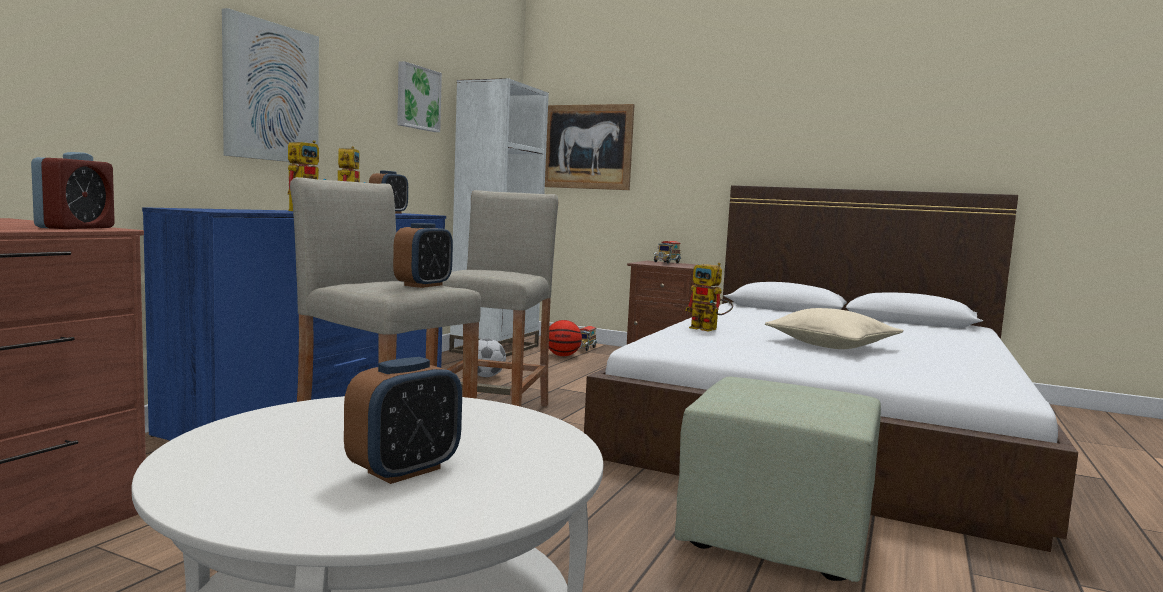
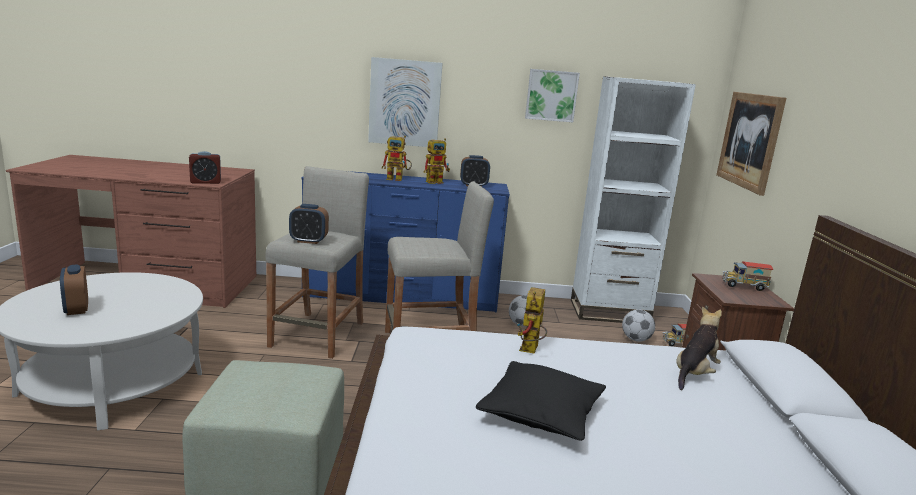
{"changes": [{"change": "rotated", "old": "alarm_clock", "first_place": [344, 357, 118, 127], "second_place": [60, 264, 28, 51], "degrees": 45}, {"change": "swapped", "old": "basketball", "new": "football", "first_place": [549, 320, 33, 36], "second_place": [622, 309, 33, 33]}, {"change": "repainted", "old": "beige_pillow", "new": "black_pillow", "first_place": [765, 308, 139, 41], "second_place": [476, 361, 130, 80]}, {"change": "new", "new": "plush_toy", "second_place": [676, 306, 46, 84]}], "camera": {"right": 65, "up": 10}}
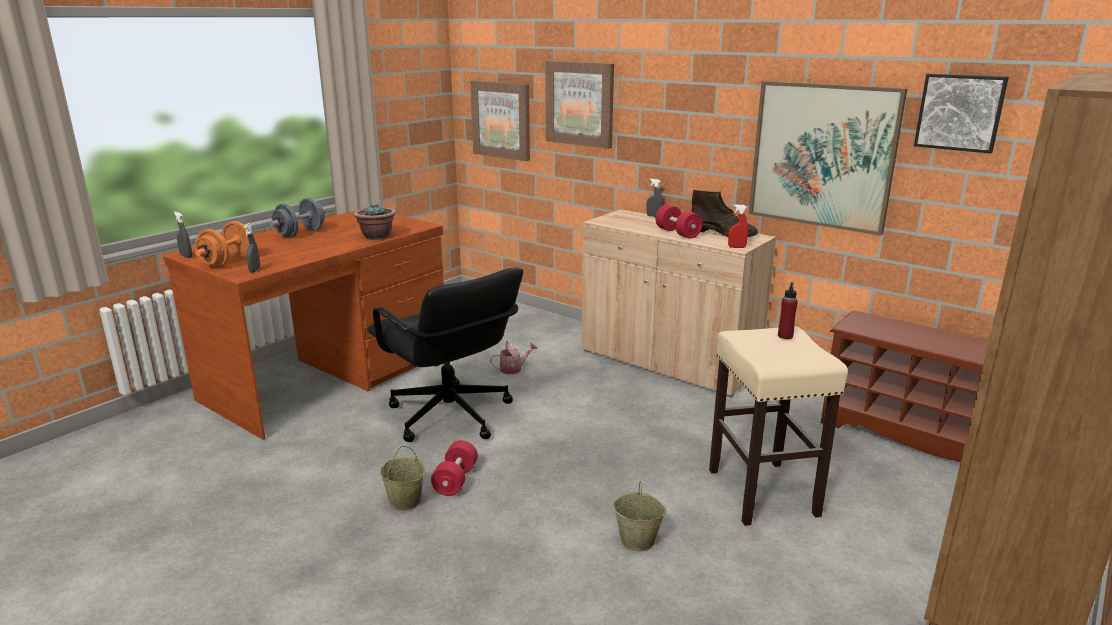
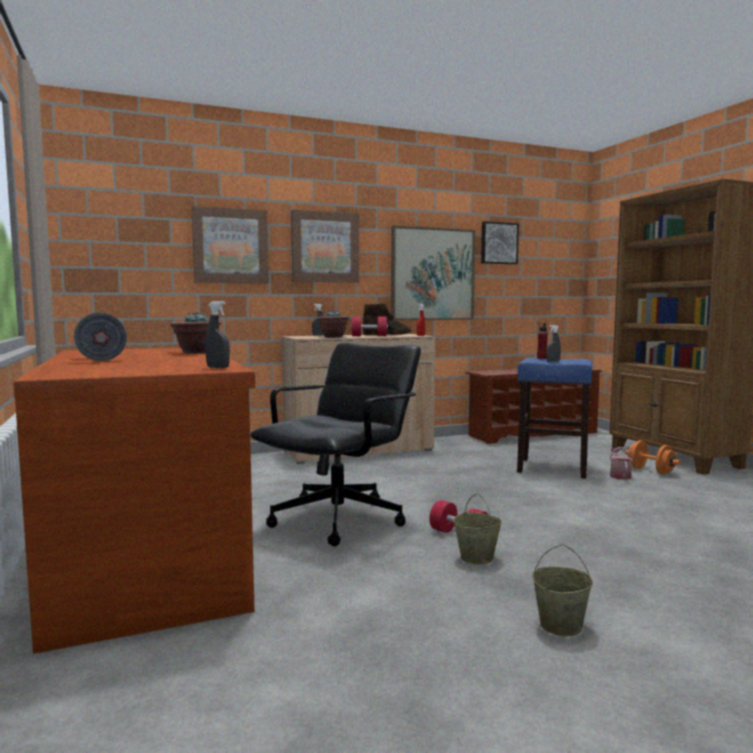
{"changes": [{"change": "shifted", "old": "grey_spray_bottle", "first_place": [174, 212, 18, 46], "second_place": [546, 325, 15, 37]}, {"change": "shifted", "old": "orange_dumbbell", "first_place": [195, 221, 58, 46], "second_place": [625, 440, 55, 35]}, {"change": "rotated", "old": "black_office_chair", "first_place": [367, 267, 156, 175], "second_place": [250, 342, 171, 204], "degrees": -45}, {"change": "shifted", "old": "picture", "first_place": [470, 81, 60, 80], "second_place": [291, 210, 68, 73]}, {"change": "shifted", "old": "watering_can", "first_place": [490, 340, 48, 34], "second_place": [610, 447, 24, 33]}, {"change": "shifted", "old": "beige_bucket", "first_place": [613, 481, 53, 70], "second_place": [532, 544, 61, 92]}, {"change": "repainted", "old": "beige_stool", "new": "blue_stool", "first_place": [709, 326, 139, 200], "second_place": [517, 357, 75, 122]}, {"change": "new", "new": "potted_plant", "second_place": [316, 311, 34, 27]}], "camera": {"right": -60, "up": -15}}
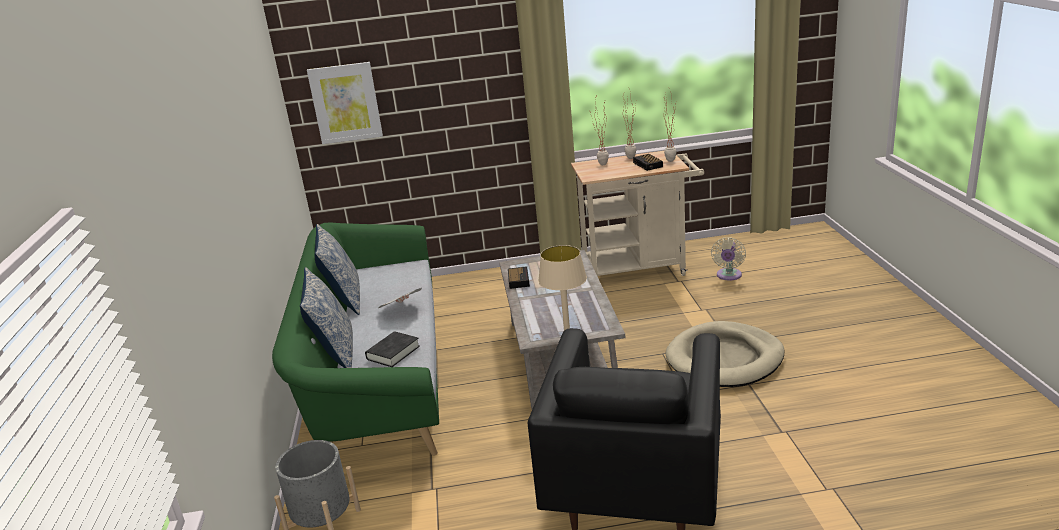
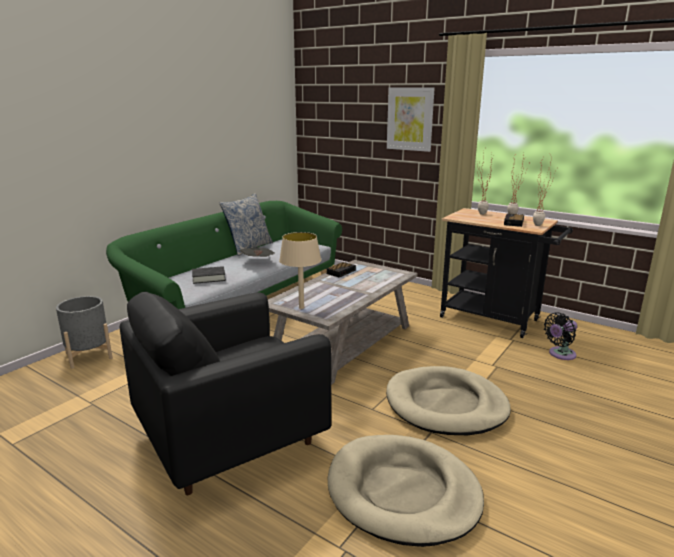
{"changes": [{"change": "gone", "old": "pillow", "first_place": [300, 267, 53, 101]}, {"change": "shifted", "old": "picture", "first_place": [307, 62, 76, 82], "second_place": [387, 87, 47, 65]}, {"change": "repainted", "old": "beige_cart", "new": "black_cart", "first_place": [571, 151, 133, 126], "second_place": [440, 208, 133, 130]}, {"change": "repainted", "old": "beige_fan", "new": "black_fan", "first_place": [711, 237, 35, 43], "second_place": [544, 312, 33, 48]}, {"change": "new", "new": "beige_dog_bed", "second_place": [328, 435, 156, 112]}], "camera": {"right": 40, "up": -5}}
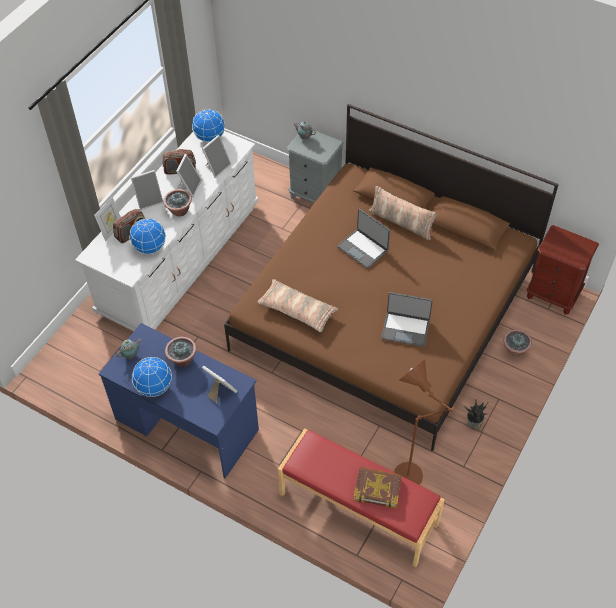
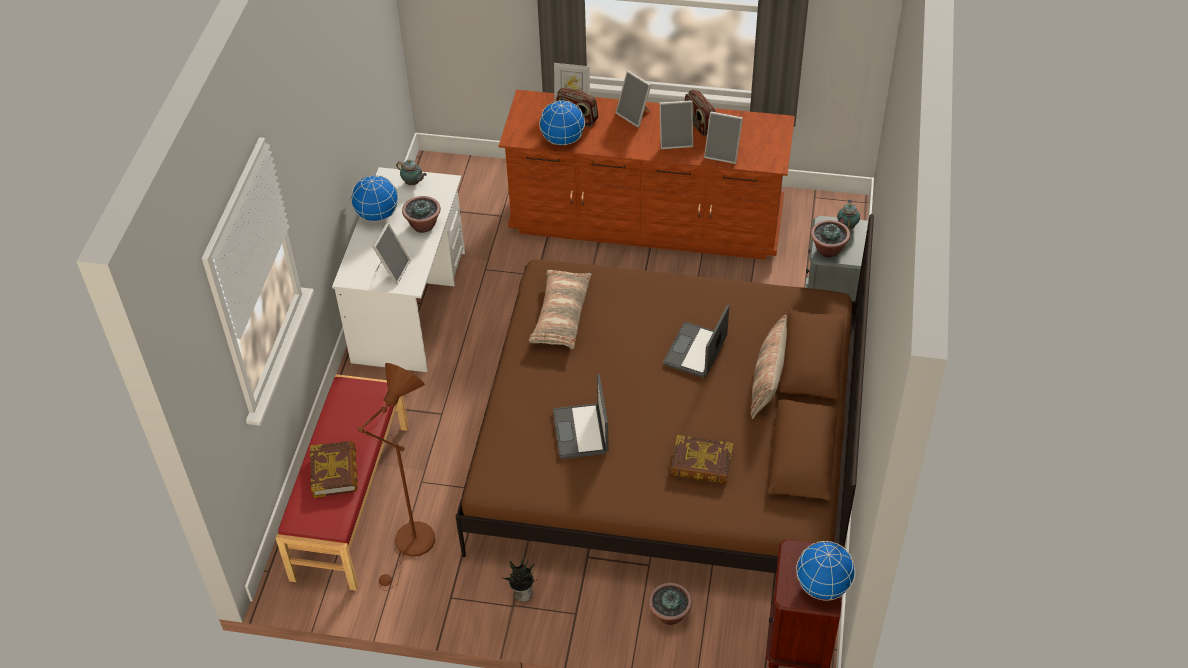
{"changes": [{"change": "repainted", "old": "white_dresser", "new": "brown_dresser", "first_place": [75, 131, 184, 200], "second_place": [499, 90, 296, 170]}, {"change": "repainted", "old": "blue_desk", "new": "white_desk", "first_place": [99, 323, 160, 155], "second_place": [332, 167, 133, 205]}, {"change": "shifted", "old": "potted_plant", "first_place": [163, 189, 29, 28], "second_place": [811, 220, 39, 38]}, {"change": "shifted", "old": "globe", "first_place": [192, 109, 33, 33], "second_place": [796, 541, 60, 60]}, {"change": "new", "new": "book", "second_place": [670, 435, 63, 49]}], "camera": {"right": 70, "up": -5}}
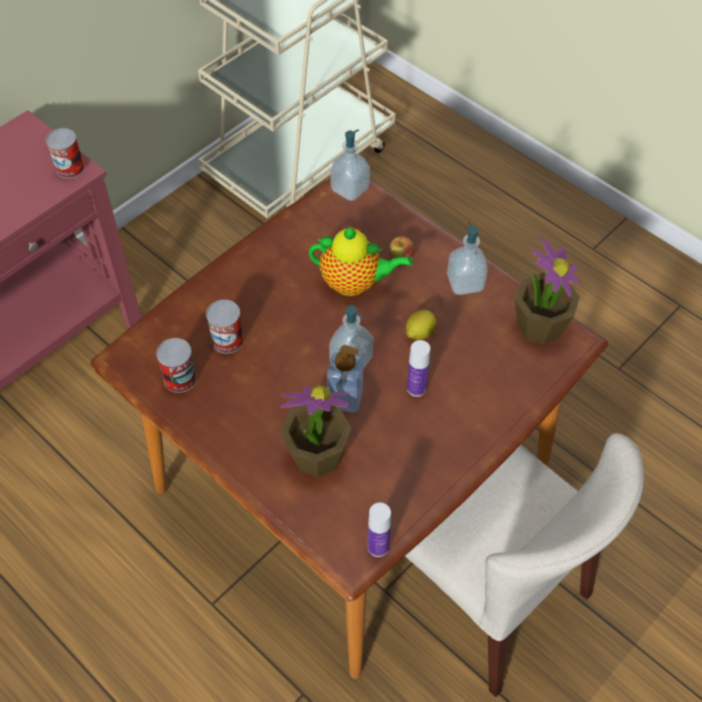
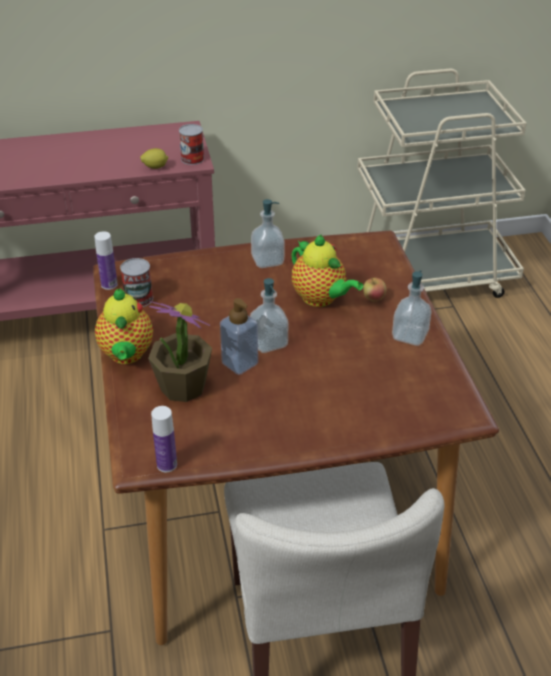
{"changes": [{"change": "gone", "old": "can", "first_place": [206, 300, 38, 54]}, {"change": "shifted", "old": "soap_dispenser", "first_place": [330, 130, 40, 71], "second_place": [251, 199, 33, 69]}, {"change": "shifted", "old": "lemon", "first_place": [406, 310, 31, 30], "second_place": [140, 148, 28, 21]}, {"change": "shifted", "old": "bottle", "first_place": [407, 340, 23, 57], "second_place": [94, 231, 24, 59]}, {"change": "gone", "old": "potted_plant", "first_place": [515, 237, 65, 107]}, {"change": "new", "new": "teapot", "second_place": [95, 288, 58, 76]}], "camera": {"right": 35, "up": -15}}
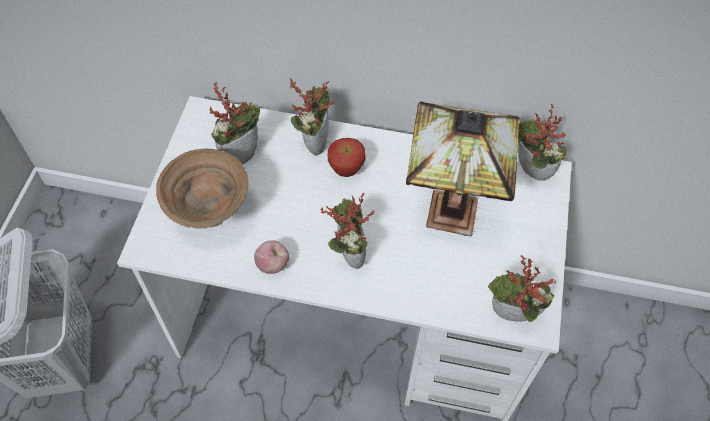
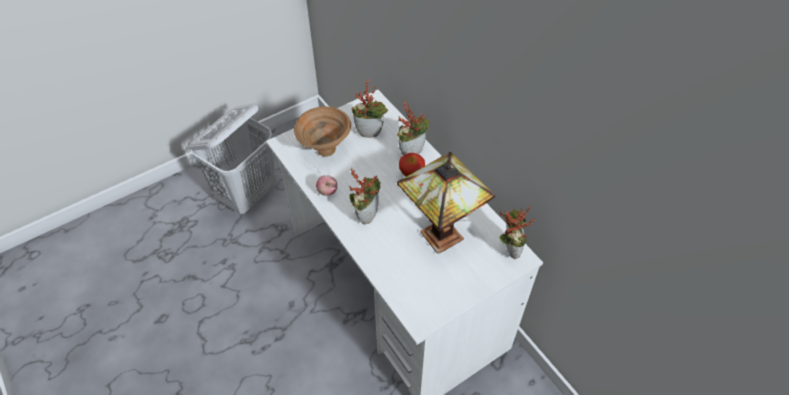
{"changes": [{"change": "gone", "old": "potted_plant", "first_place": [488, 255, 68, 67]}], "camera": {"right": 45, "up": -5}}
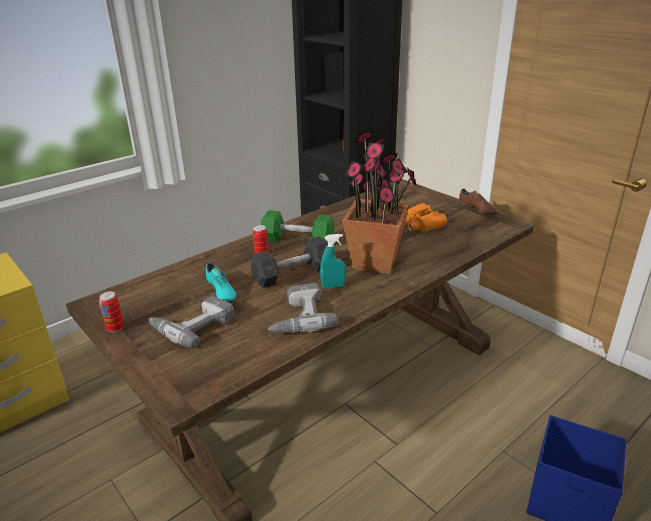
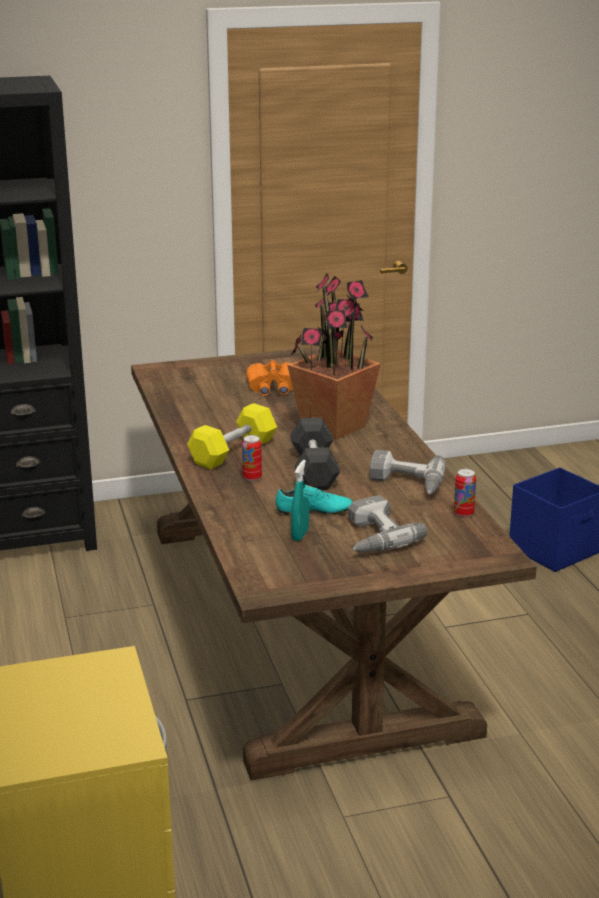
{"changes": [{"change": "shifted", "old": "can", "first_place": [99, 291, 25, 41], "second_place": [454, 469, 22, 49]}, {"change": "repainted", "old": "green_dumbbell", "new": "yellow_dumbbell", "first_place": [261, 210, 74, 33], "second_place": [187, 403, 90, 66]}, {"change": "shifted", "old": "turquoise_spray_bottle", "first_place": [320, 234, 26, 54], "second_place": [291, 460, 18, 81]}, {"change": "gone", "old": "brown_shoe", "first_place": [459, 188, 39, 28]}], "camera": {"right": -65, "up": -5}}
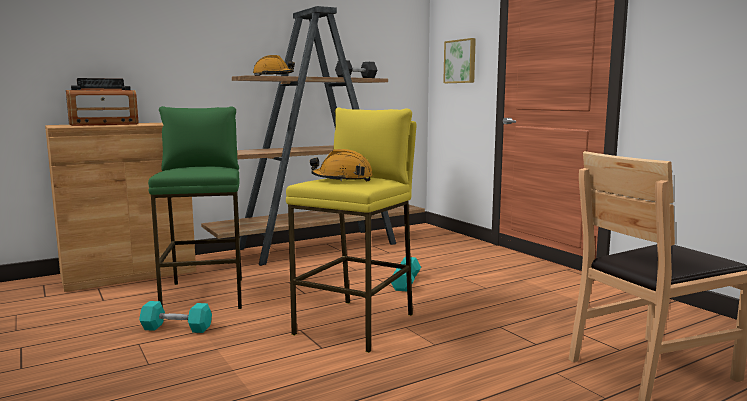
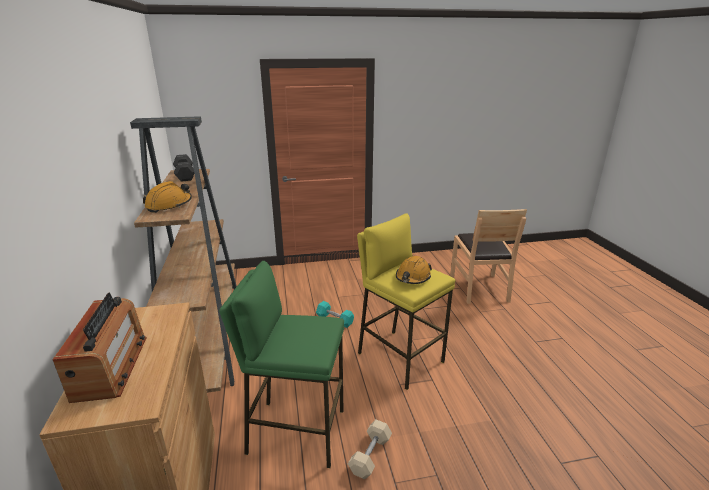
{"changes": [{"change": "repainted", "old": "turquoise_dumbbell", "new": "beige_dumbbell", "first_place": [139, 301, 73, 32], "second_place": [348, 420, 44, 59]}, {"change": "gone", "old": "picture", "first_place": [443, 38, 33, 45]}], "camera": {"right": -70, "up": 15}}
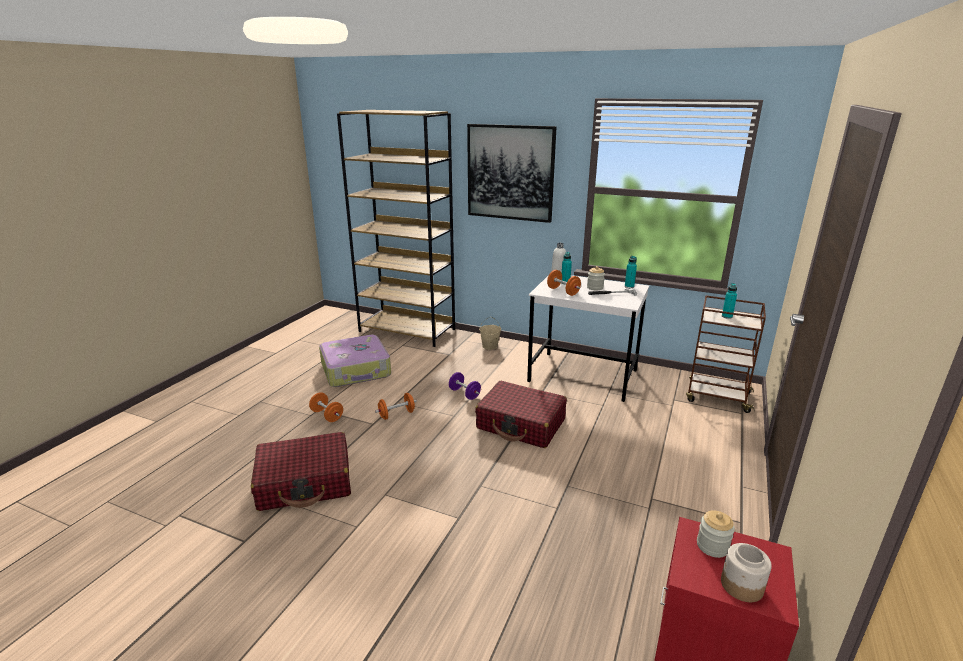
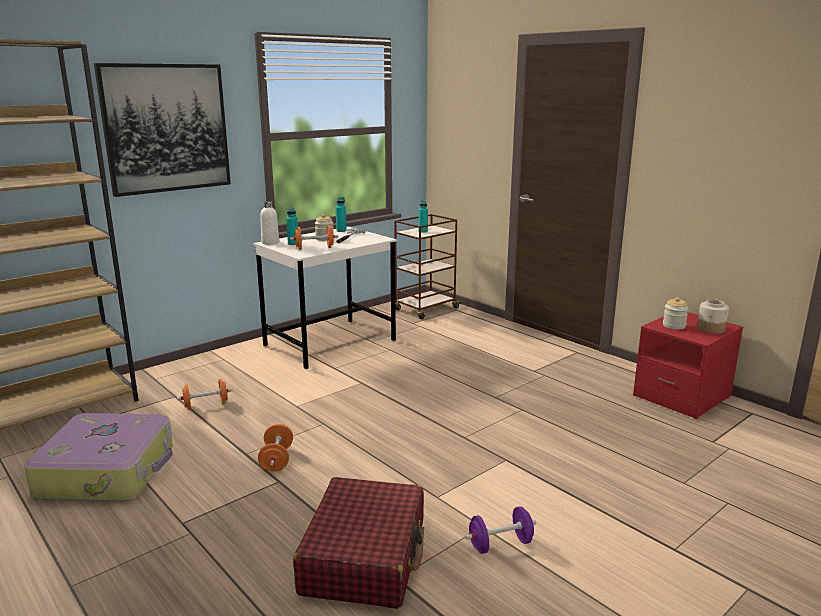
{"changes": [{"change": "shifted", "old": "orange_dumbbell", "first_place": [309, 392, 34, 30], "second_place": [177, 379, 56, 31]}, {"change": "shifted", "old": "purple_dumbbell", "first_place": [449, 372, 32, 28], "second_place": [465, 506, 71, 48]}, {"change": "gone", "old": "red_suitcase", "first_place": [475, 381, 92, 67]}, {"change": "gone", "old": "beige_bucket", "first_place": [479, 317, 22, 33]}], "camera": {"right": -65, "up": -5}}
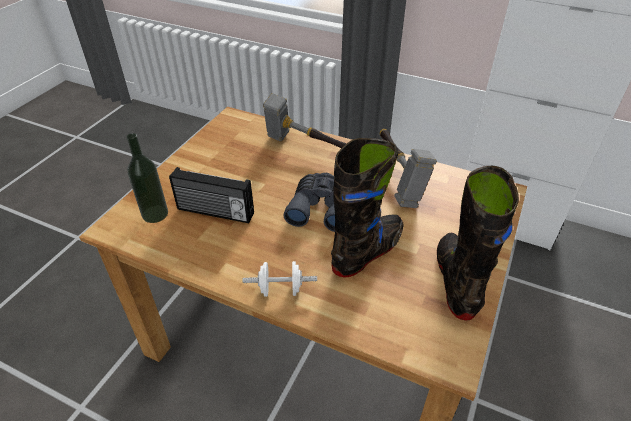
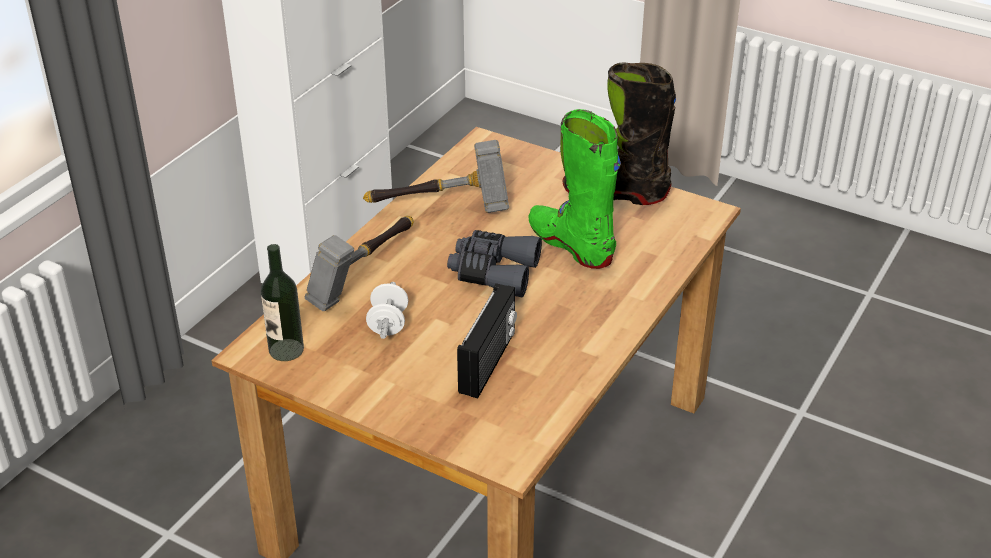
{"changes": [{"change": "shifted", "old": "bottle", "first_place": [127, 133, 41, 90], "second_place": [261, 244, 43, 117]}, {"change": "shifted", "old": "white_dumbbell", "first_place": [242, 261, 75, 36], "second_place": [366, 282, 42, 57]}, {"change": "repainted", "old": "black_boot", "new": "green_boot", "first_place": [331, 138, 73, 139], "second_place": [529, 109, 92, 160]}], "camera": {"right": -85, "up": -5}}
